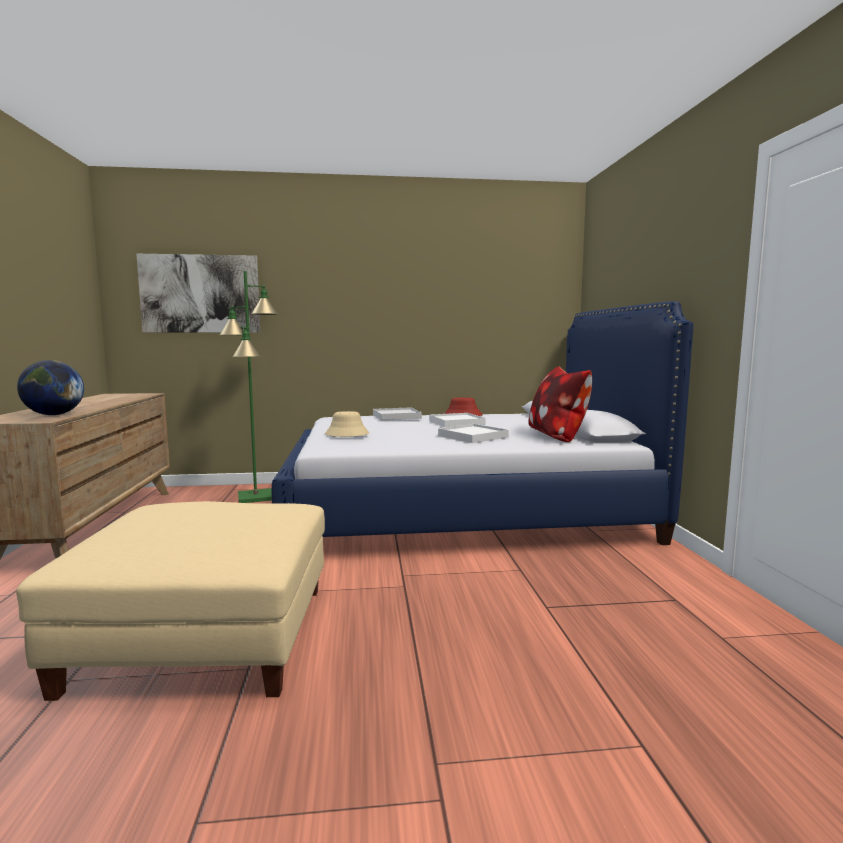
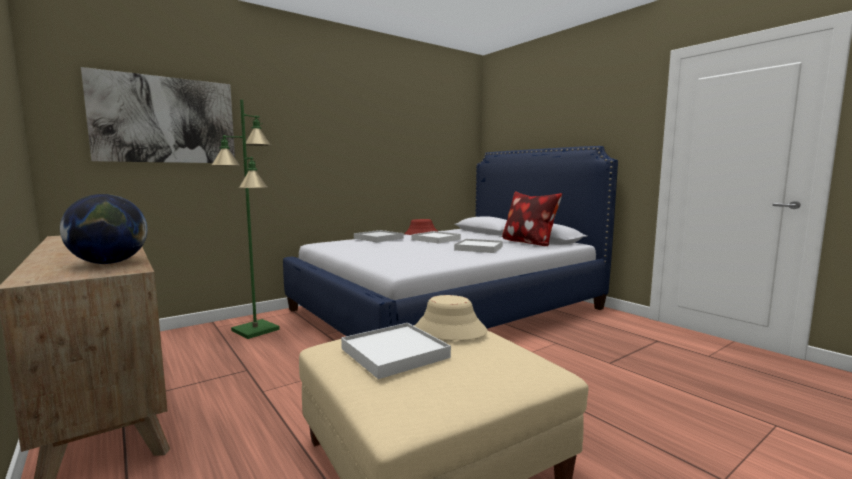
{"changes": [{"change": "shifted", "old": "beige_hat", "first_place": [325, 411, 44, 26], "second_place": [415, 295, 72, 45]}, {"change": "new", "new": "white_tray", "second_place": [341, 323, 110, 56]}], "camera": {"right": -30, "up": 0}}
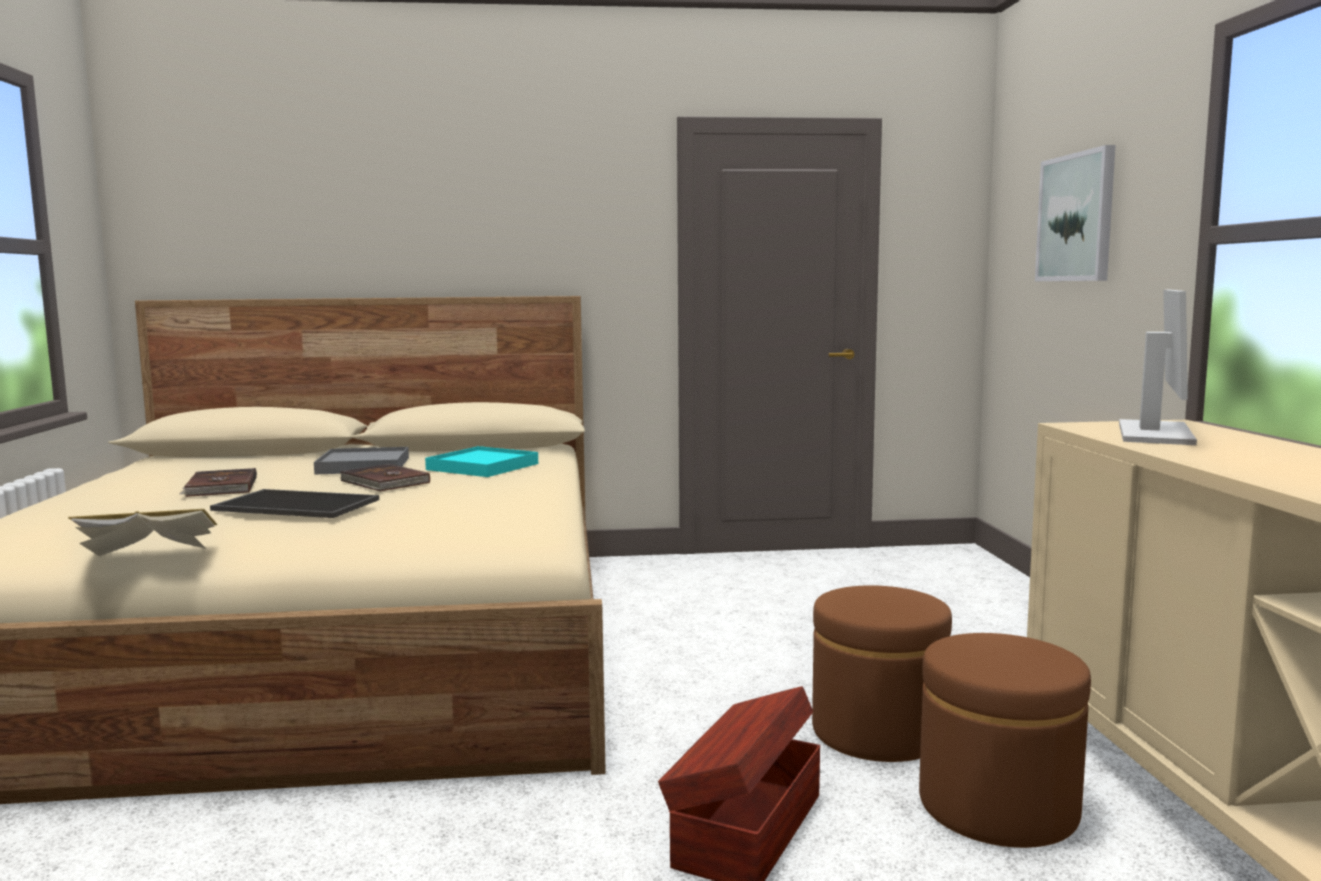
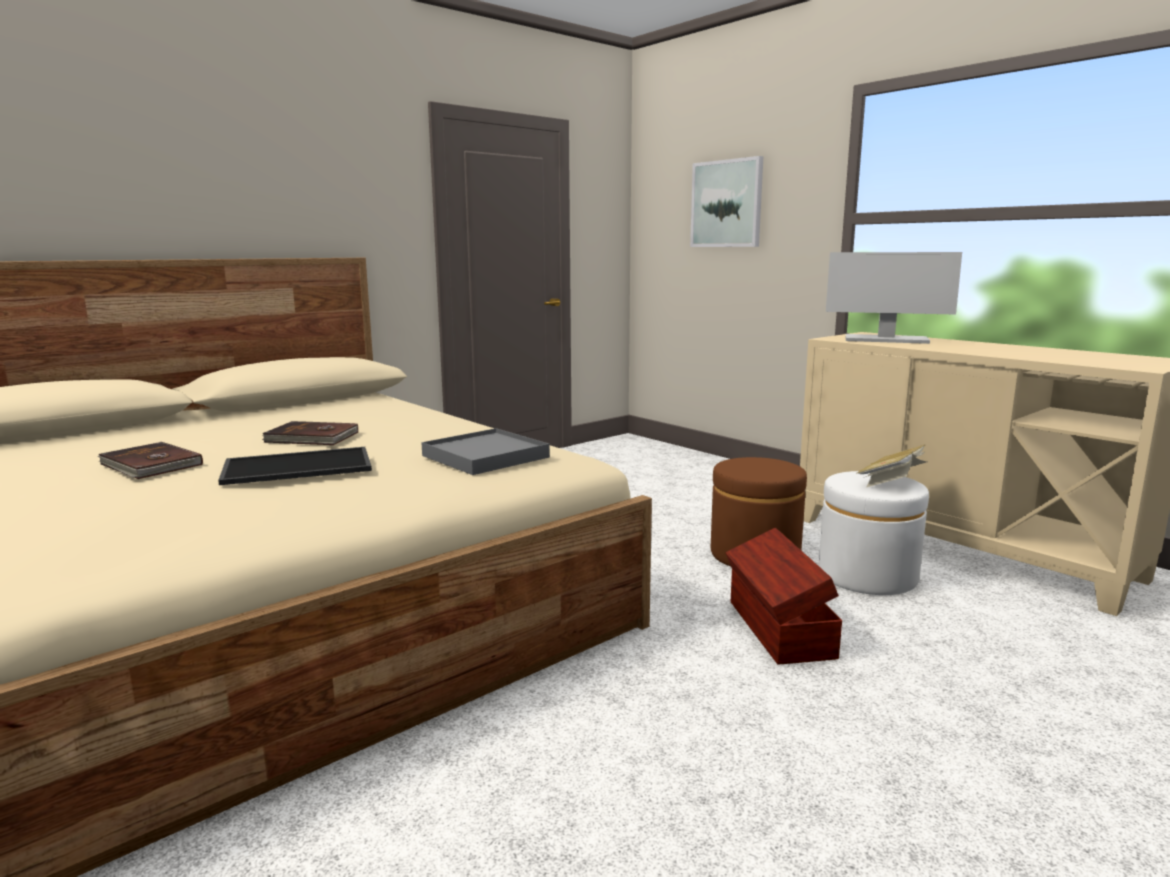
{"changes": [{"change": "shifted", "old": "book", "first_place": [68, 509, 149, 47], "second_place": [856, 445, 71, 42]}, {"change": "shifted", "old": "grey_tray", "first_place": [314, 447, 95, 28], "second_place": [421, 428, 129, 47]}, {"change": "gone", "old": "turquoise_tray", "first_place": [425, 446, 113, 31]}, {"change": "repainted", "old": "brown_ottoman", "new": "white_ottoman", "first_place": [919, 633, 172, 215], "second_place": [819, 471, 110, 124]}, {"change": "rotated", "old": "monitor", "first_place": [1119, 289, 78, 156], "second_place": [826, 252, 136, 92], "degrees": 120}], "camera": {"right": -35, "up": 5}}
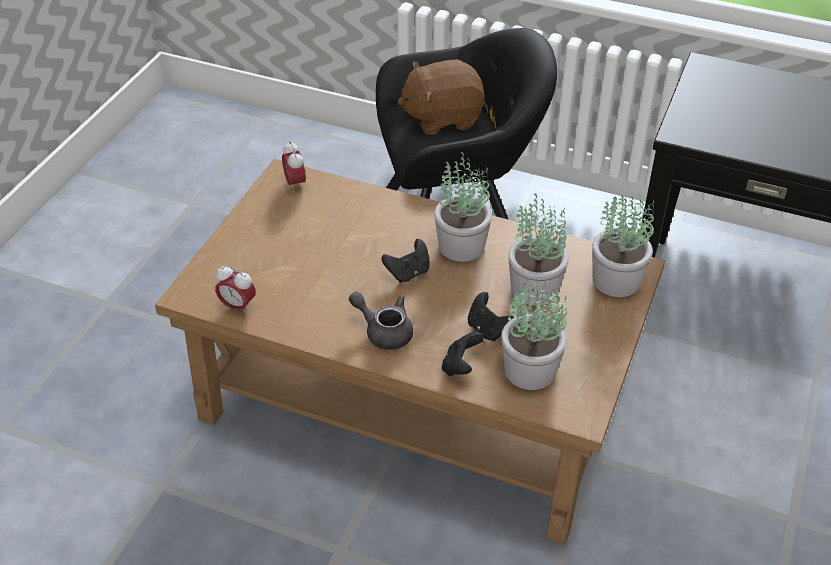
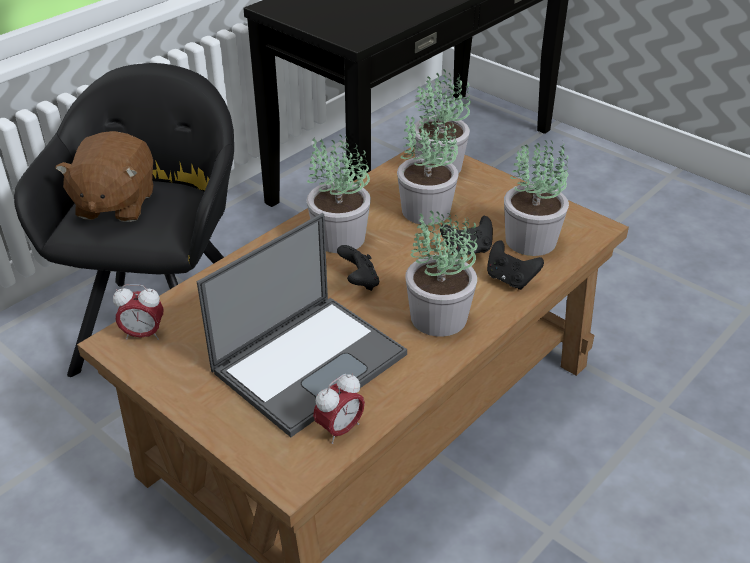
{"changes": [{"change": "swapped", "old": "grey_teapot", "new": "potted_plant", "first_place": [349, 292, 64, 58], "second_place": [405, 210, 73, 127]}, {"change": "new", "new": "laptop", "second_place": [197, 213, 210, 224]}], "camera": {"right": -70, "up": -5}}
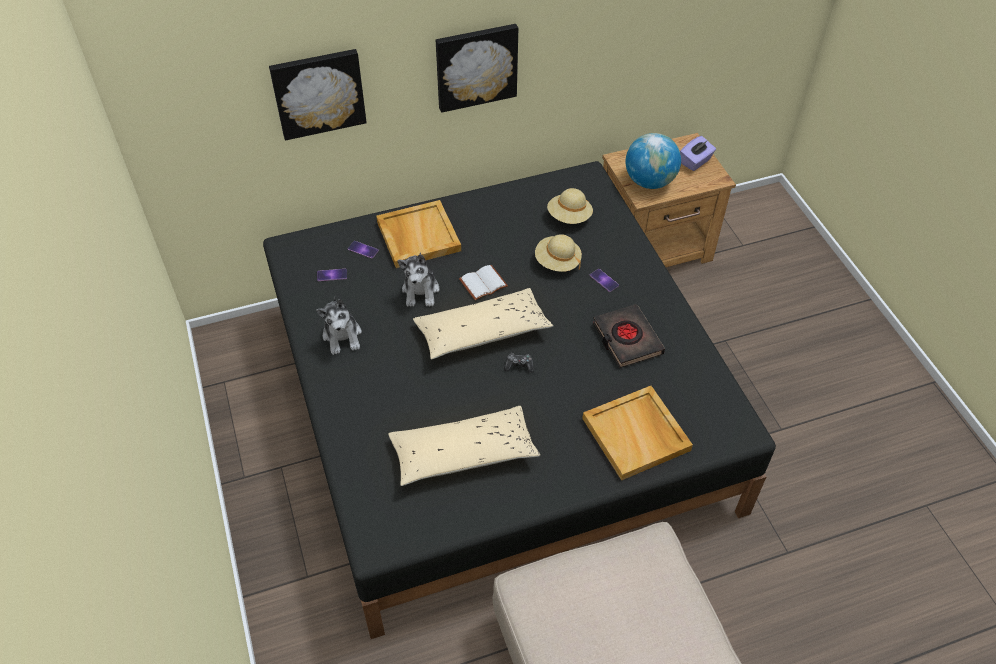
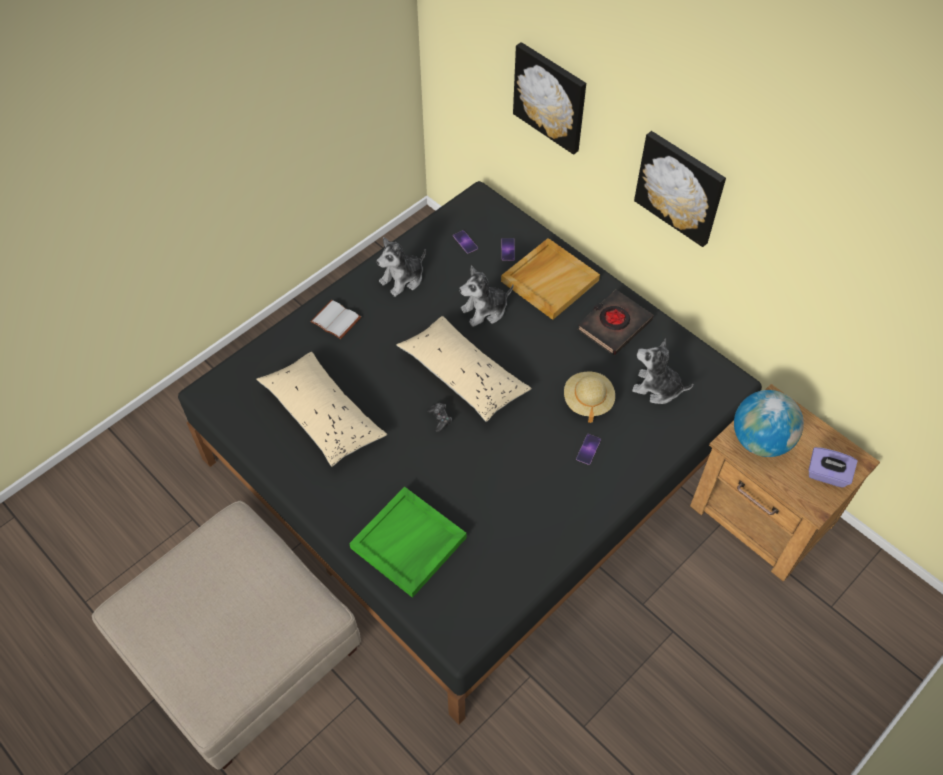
{"changes": [{"change": "shifted", "old": "white_book", "first_place": [459, 265, 49, 36], "second_place": [310, 300, 51, 39]}, {"change": "swapped", "old": "beige_hat", "new": "plush_toy", "first_place": [547, 188, 46, 36], "second_place": [632, 338, 62, 66]}, {"change": "repainted", "old": "beige_tray", "new": "green_tray", "first_place": [582, 386, 111, 95], "second_place": [349, 487, 118, 111]}, {"change": "shifted", "old": "black_book", "first_place": [593, 304, 72, 64], "second_place": [577, 290, 76, 65]}], "camera": {"right": 65, "up": 5}}
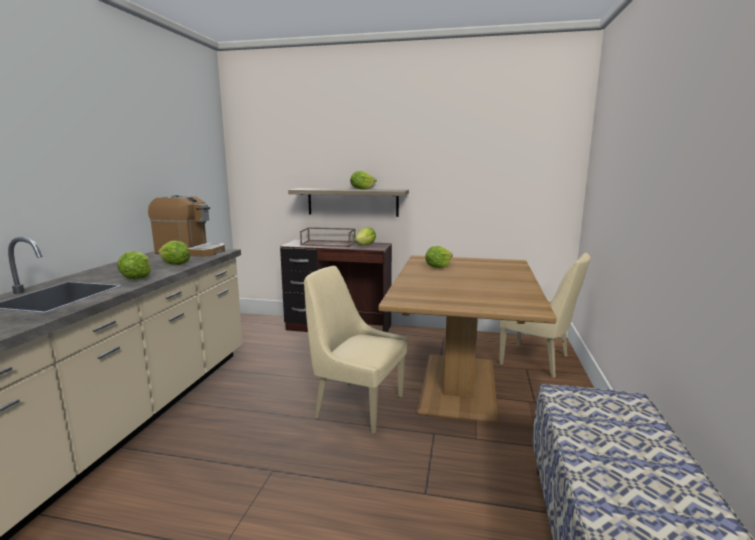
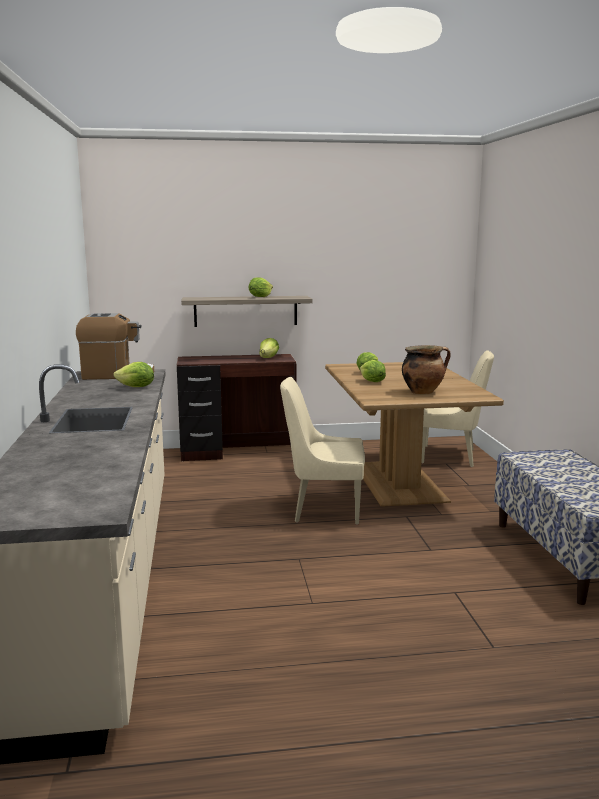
{"changes": [{"change": "shifted", "old": "lettuce", "first_place": [117, 251, 34, 28], "second_place": [360, 360, 26, 22]}, {"change": "gone", "old": "brown_tray", "first_place": [300, 227, 56, 20]}, {"change": "new", "new": "cooking_pot", "second_place": [402, 345, 49, 49]}], "camera": {"right": -20, "up": 0}}
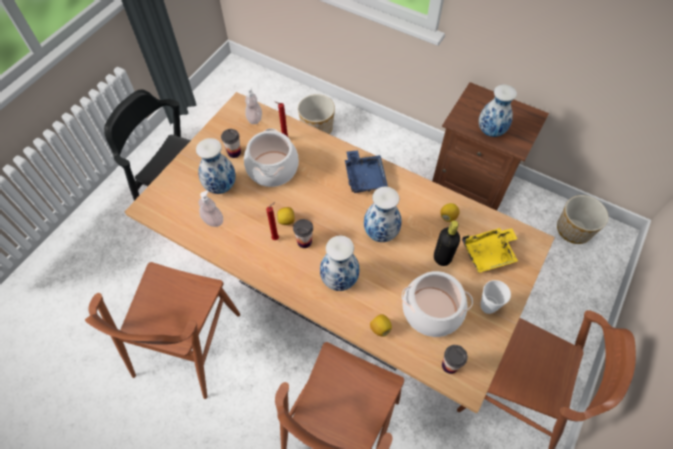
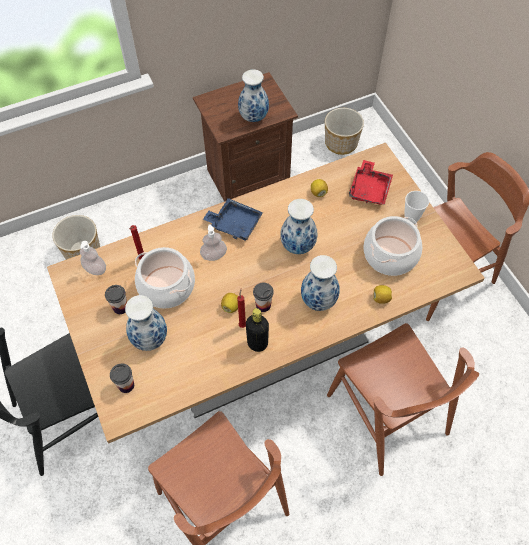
{"changes": [{"change": "shifted", "old": "soap_dispenser", "first_place": [198, 190, 25, 37], "second_place": [200, 225, 27, 36]}, {"change": "shifted", "old": "black_bottle", "first_place": [434, 220, 26, 46], "second_place": [246, 308, 23, 44]}, {"change": "shifted", "old": "cup", "first_place": [442, 345, 26, 29], "second_place": [110, 364, 24, 29]}, {"change": "repainted", "old": "yellow_tray", "new": "red_tray", "first_place": [462, 228, 56, 45], "second_place": [349, 160, 44, 45]}], "camera": {"right": -55, "up": 0}}
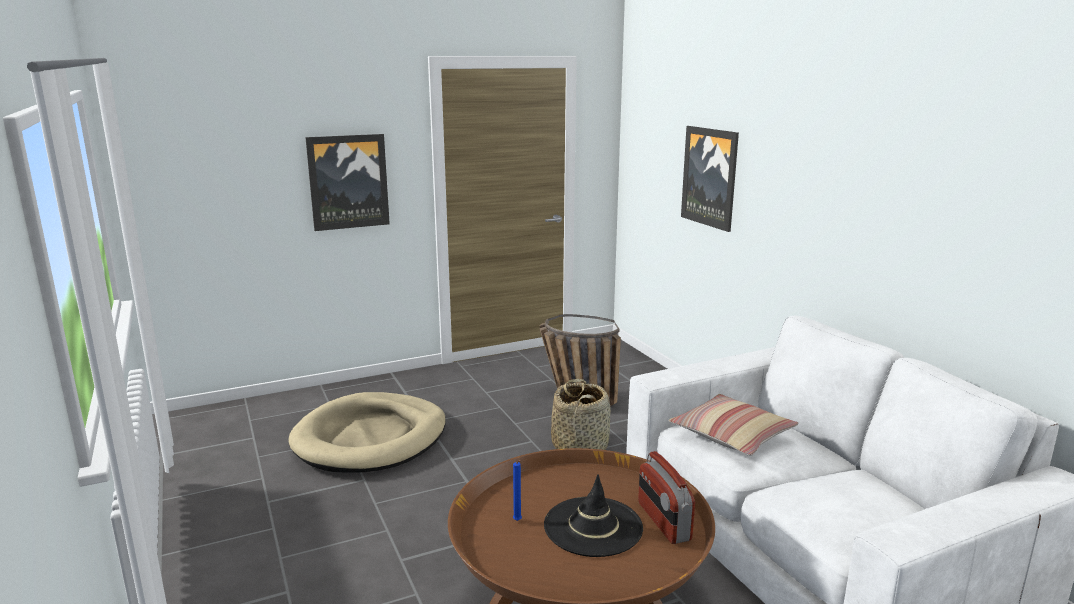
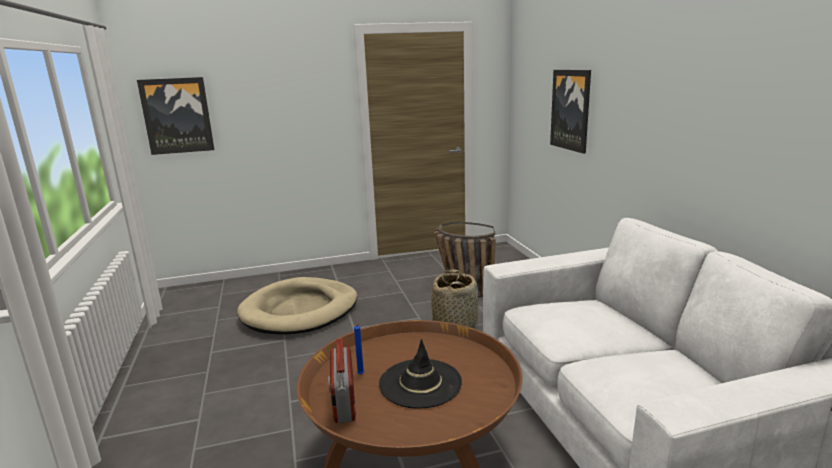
{"changes": [{"change": "shifted", "old": "picture", "first_place": [305, 134, 85, 97], "second_place": [137, 77, 77, 78]}, {"change": "shifted", "old": "radio", "first_place": [638, 451, 57, 93], "second_place": [328, 339, 28, 84]}, {"change": "gone", "old": "pillow", "first_place": [669, 394, 130, 62]}], "camera": {"right": 10, "up": 0}}
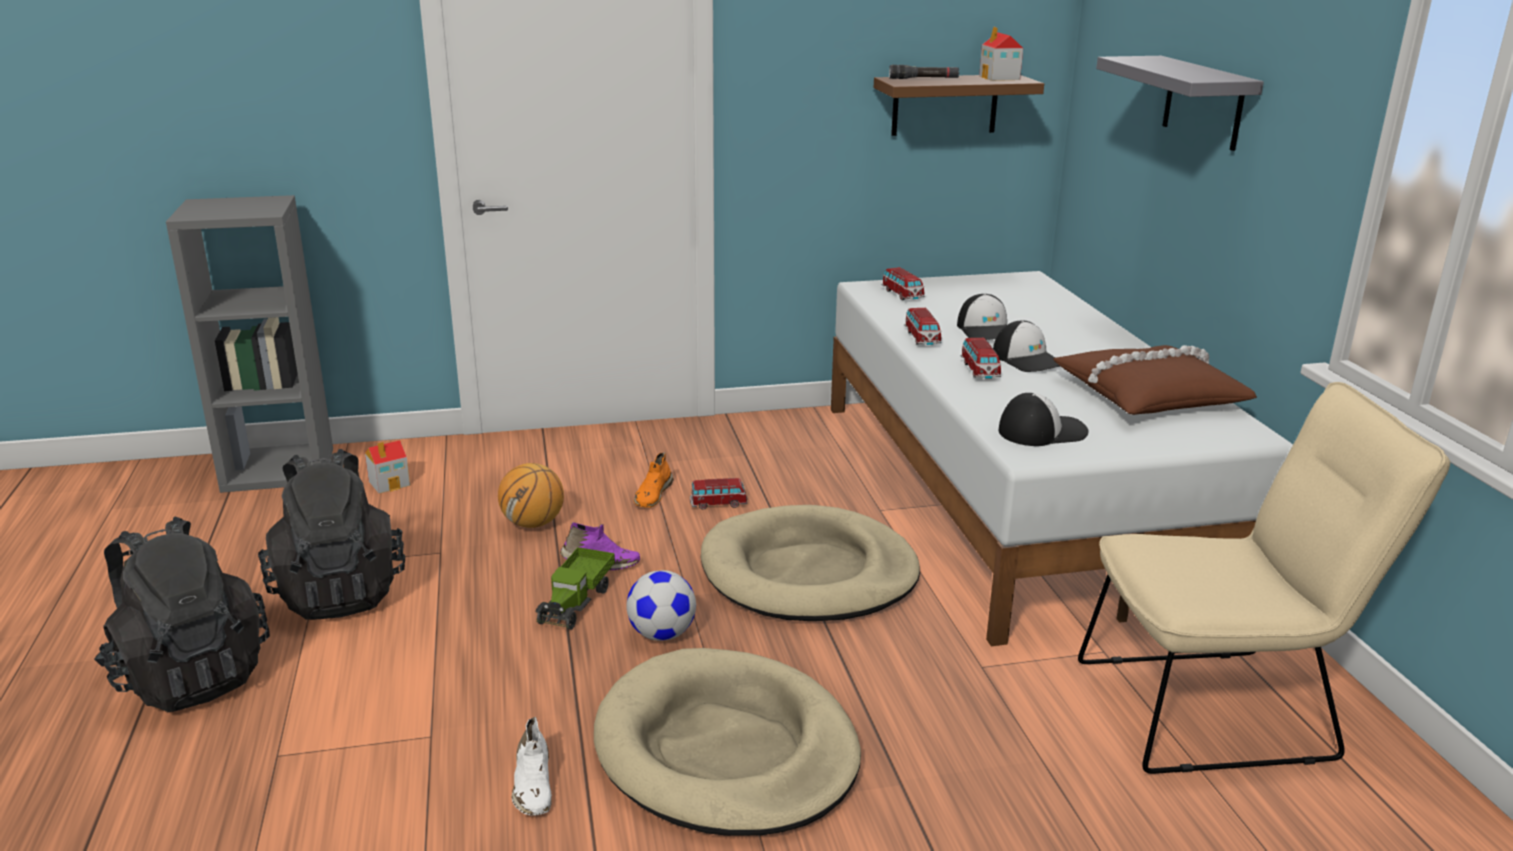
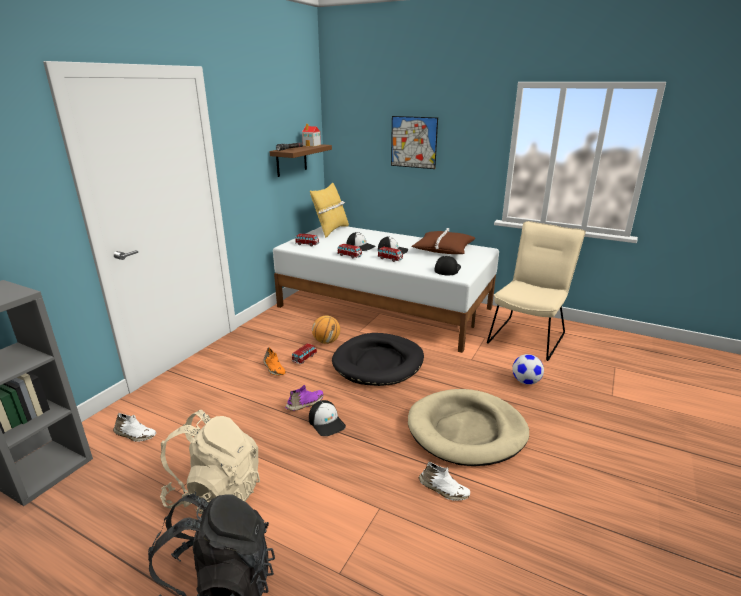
{"changes": [{"change": "repainted", "old": "black_backpack", "new": "beige_backpack", "first_place": [258, 449, 147, 171], "second_place": [160, 410, 100, 104]}, {"change": "swapped", "old": "toy_house", "new": "white_shoe", "first_place": [365, 440, 45, 54], "second_place": [113, 413, 43, 29]}, {"change": "shifted", "old": "basketball", "first_place": [498, 463, 66, 65], "second_place": [312, 315, 28, 29]}, {"change": "swapped", "old": "toy_truck", "new": "cap", "first_place": [535, 547, 80, 83], "second_place": [309, 400, 37, 36]}, {"change": "shifted", "old": "football", "first_place": [626, 570, 70, 71], "second_place": [512, 354, 32, 31]}, {"change": "repainted", "old": "beige_dog_bed", "new": "black_dog_bed", "first_place": [701, 505, 219, 116], "second_place": [332, 333, 92, 53]}, {"change": "swapped", "old": "grey_shelf", "new": "picture", "first_place": [1096, 56, 168, 95], "second_place": [391, 116, 47, 53]}, {"change": "new", "new": "yellow_pillow", "second_place": [310, 183, 39, 55]}], "camera": {"right": -50, "up": 0}}
